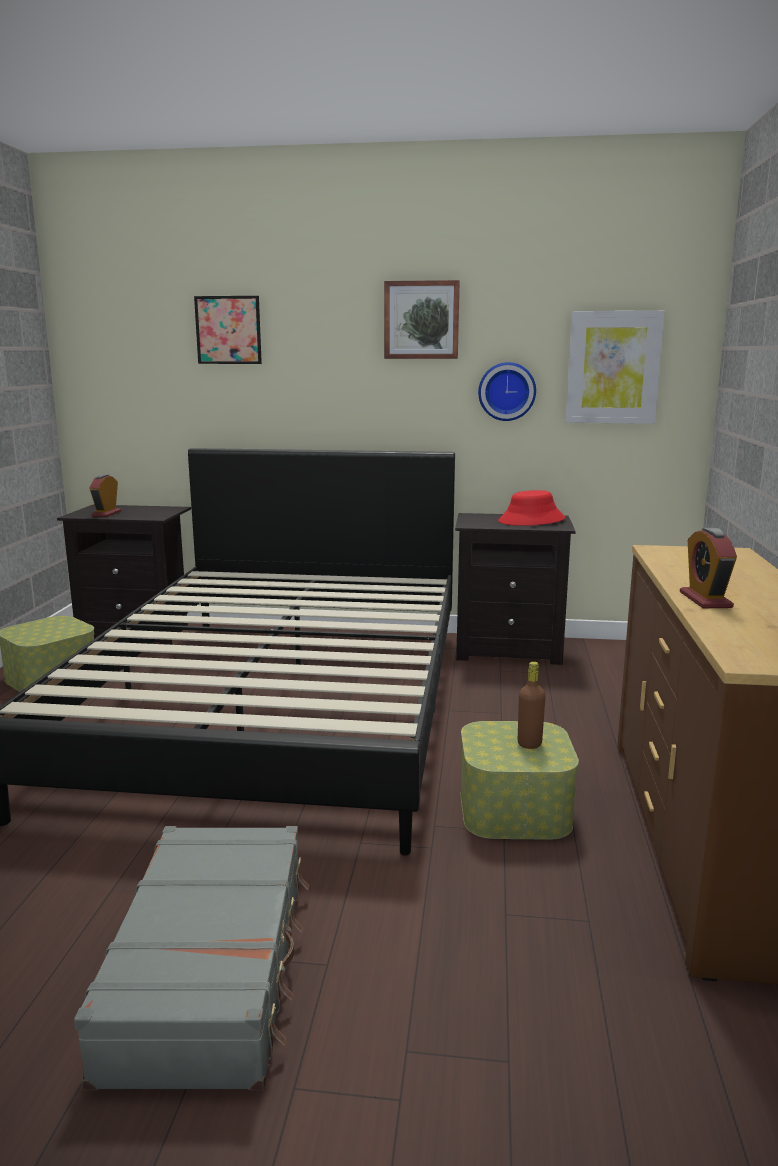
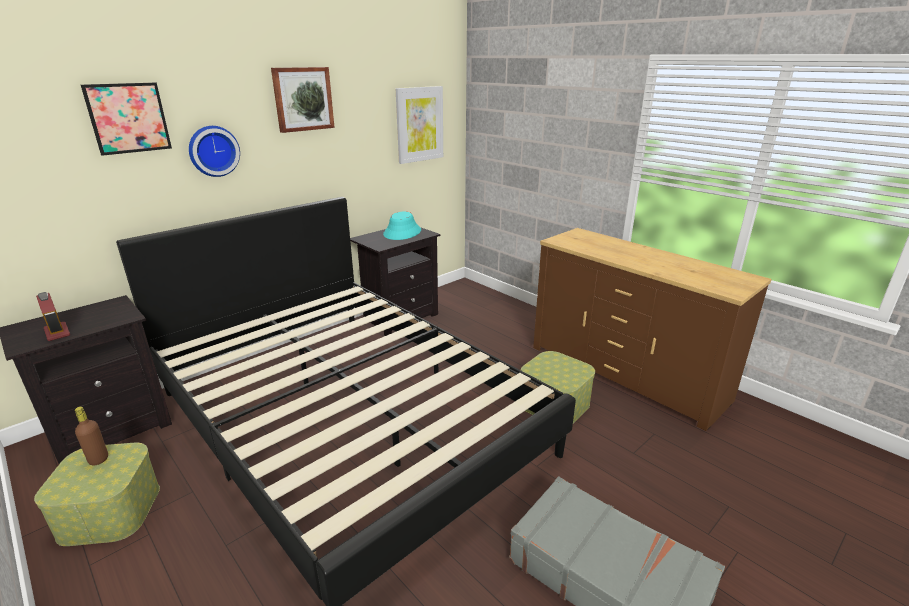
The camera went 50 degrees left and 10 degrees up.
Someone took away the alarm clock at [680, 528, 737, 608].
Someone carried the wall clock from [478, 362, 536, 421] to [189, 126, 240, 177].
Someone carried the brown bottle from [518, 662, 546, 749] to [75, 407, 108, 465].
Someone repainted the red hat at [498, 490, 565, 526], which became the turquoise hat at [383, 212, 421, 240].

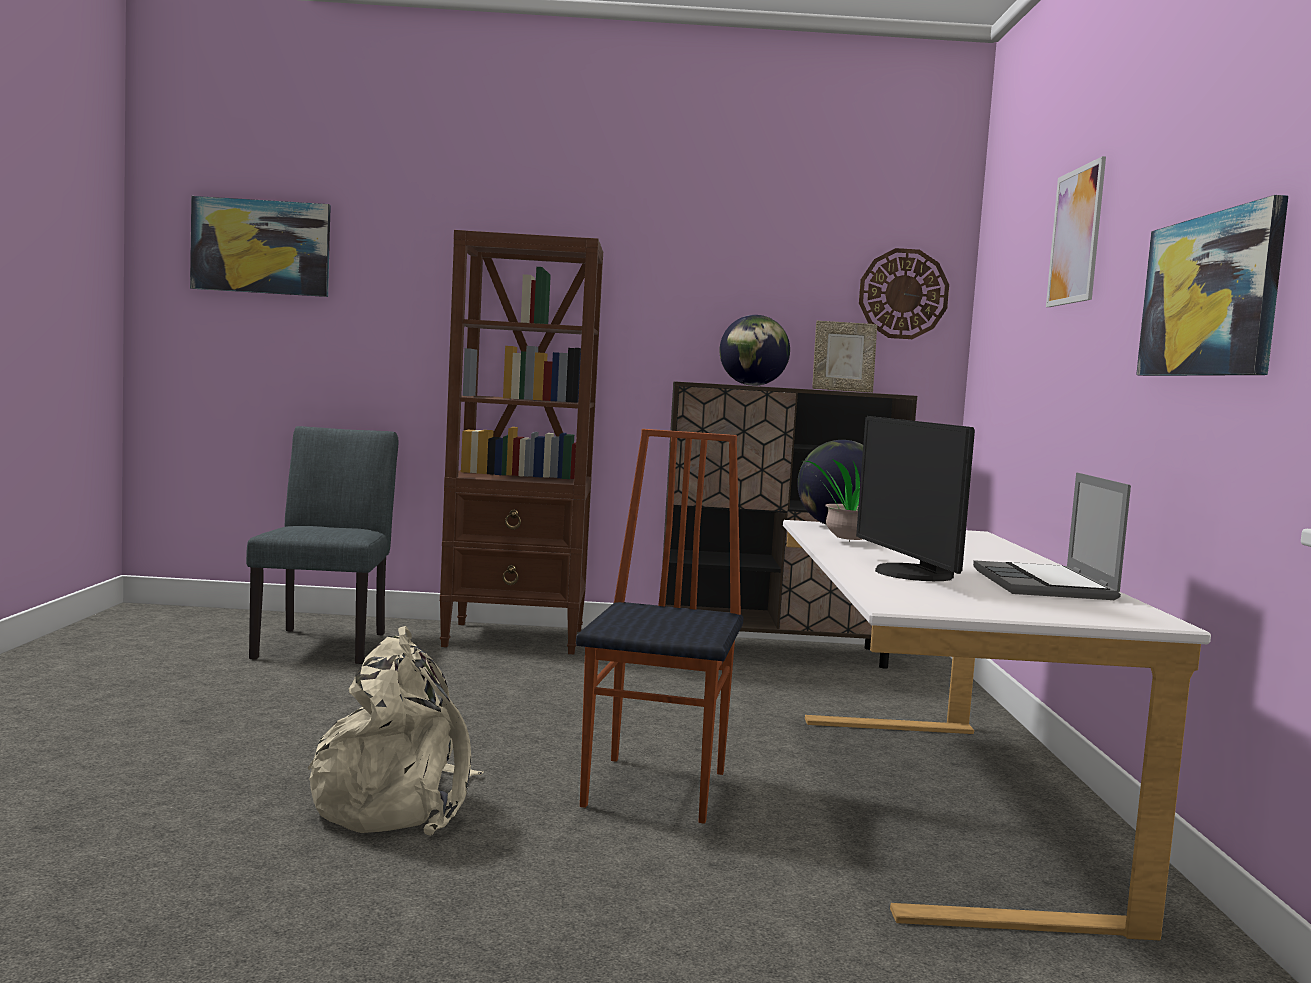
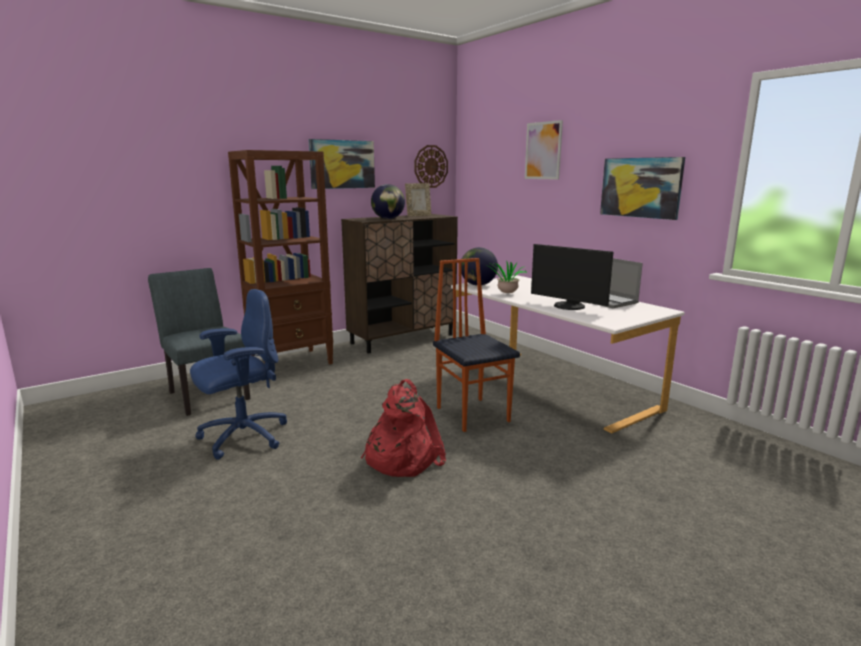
The camera went 35 degrees left and 10 degrees up.
Someone put down the blue office chair at [190, 289, 287, 460].
Someone carried the picture from [190, 196, 331, 297] to [309, 139, 375, 189].
Someone repainted the beige backpack at [308, 626, 484, 836], which became the red backpack at [361, 379, 446, 477].

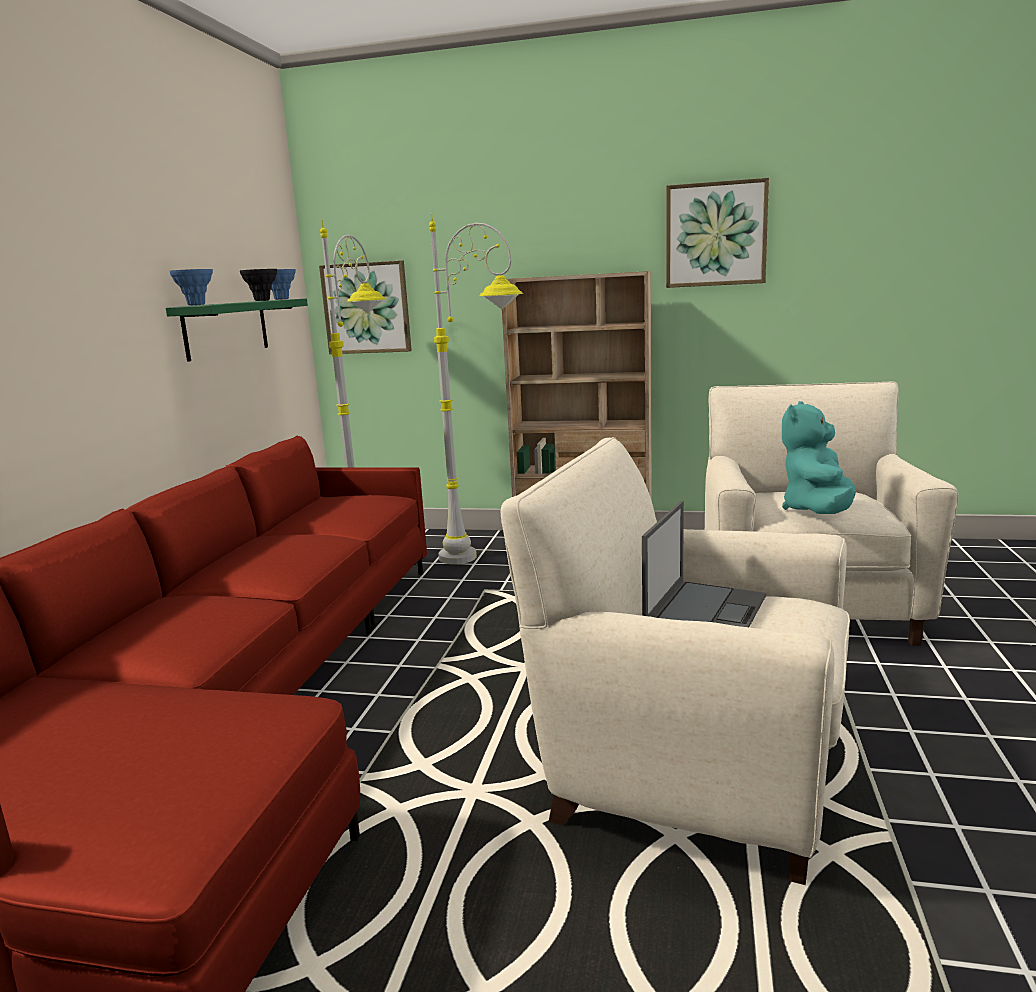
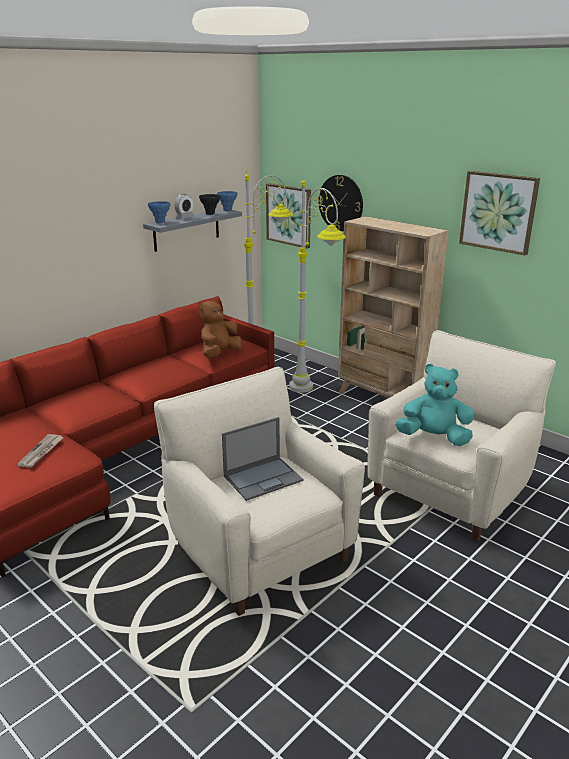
The camera went 30 degrees right and 10 degrees up.
Someone put down the newspaper at [17, 434, 64, 468].
Someone put down the alarm clock at [175, 194, 194, 219].
Someone put down the brown plush toy at [199, 299, 242, 358].
Someone put up the wall clock at [318, 175, 363, 231].
Someone repainted the green shelf at [166, 299, 308, 362], which became the grey shelf at [143, 209, 242, 252].
Someone rotated the turquoise plush toy at [782, 401, 856, 514] by 45 degrees clockwise.

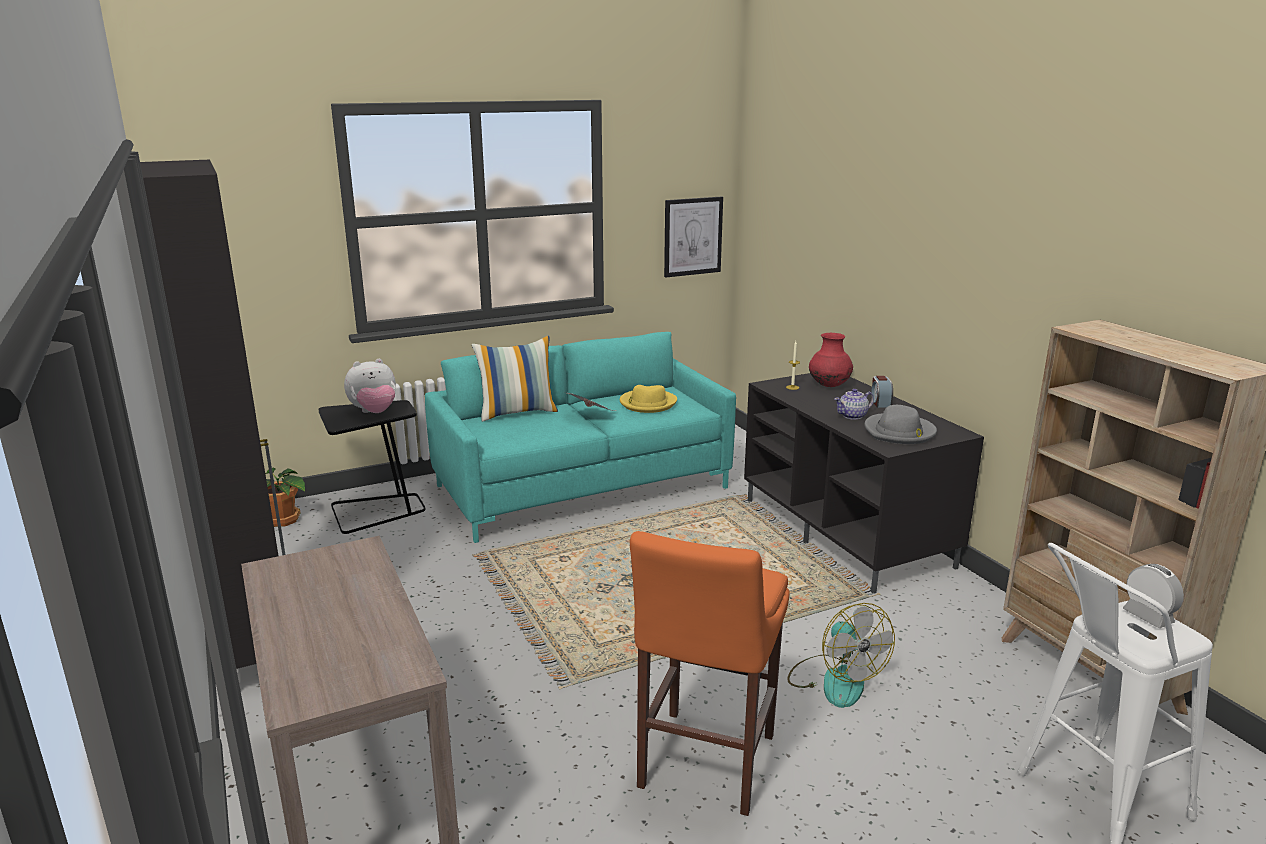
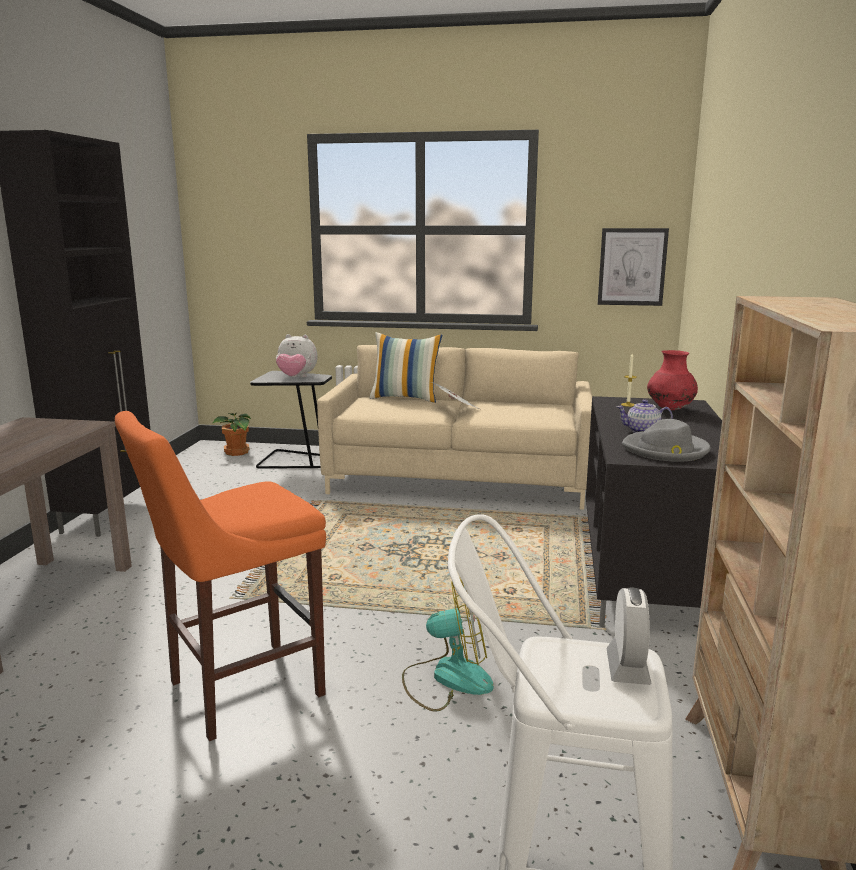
The camera went 35 degrees right and 5 degrees down.
Someone took away the yellow hat at [620, 385, 677, 413].
Someone took away the alarm clock at [871, 376, 893, 407].
Someone repainted the turquoise sofa at [425, 332, 736, 543], which became the beige sofa at [317, 345, 592, 510].
Someone rotated the fan at [787, 603, 895, 708] by 105 degrees counterclockwise.

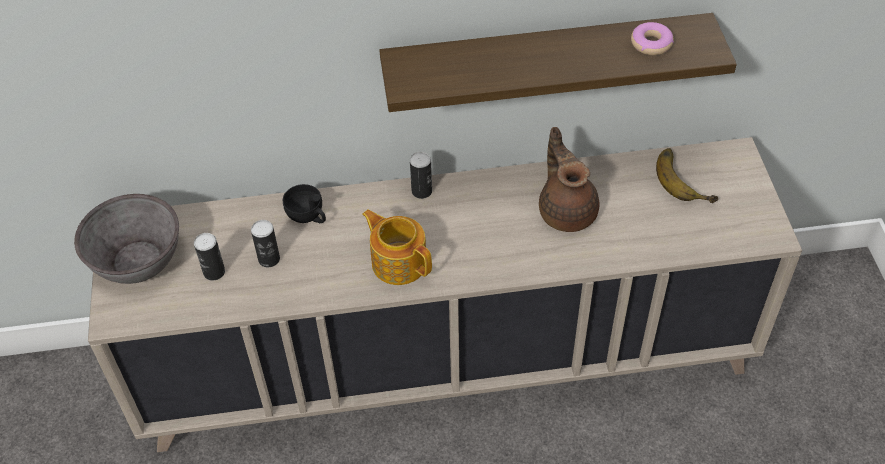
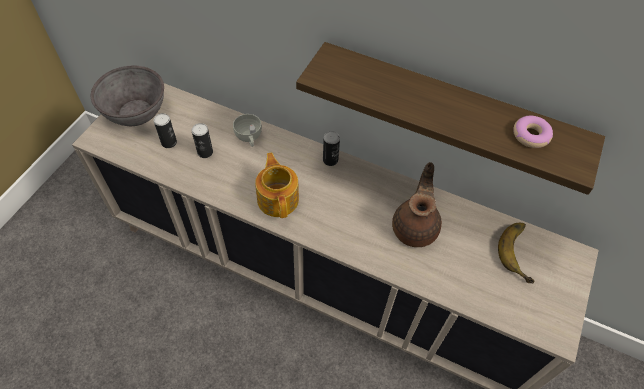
The camera went 30 degrees right and 5 degrees up.
Someone repainted the black cup at [283, 184, 326, 223], which became the white cup at [233, 114, 262, 147].

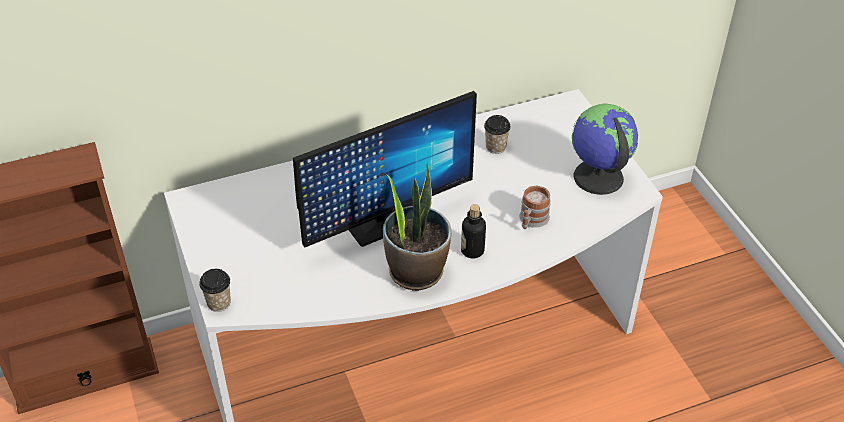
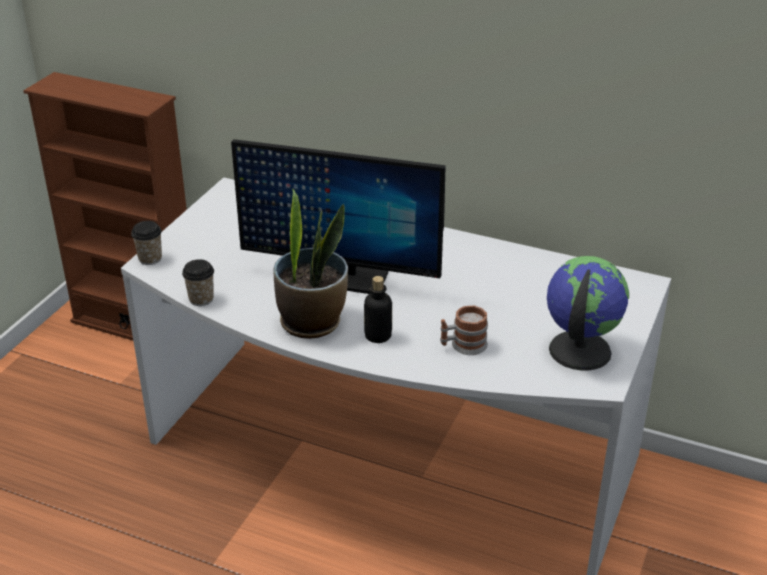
The camera went 45 degrees right and 10 degrees down.
Someone carried the cup from [484, 115, 511, 154] to [182, 259, 214, 306].

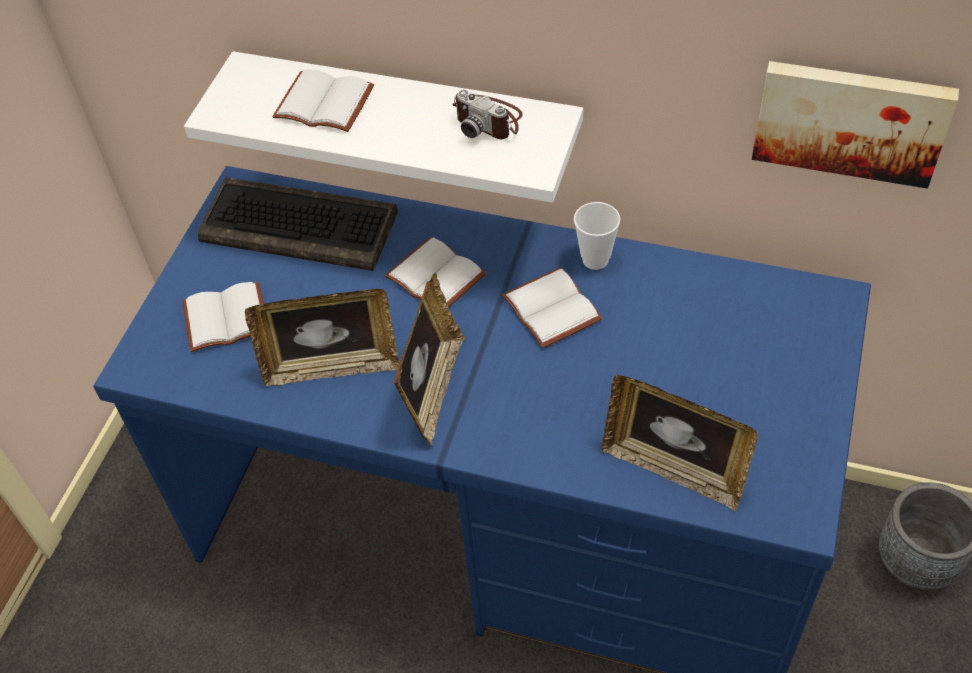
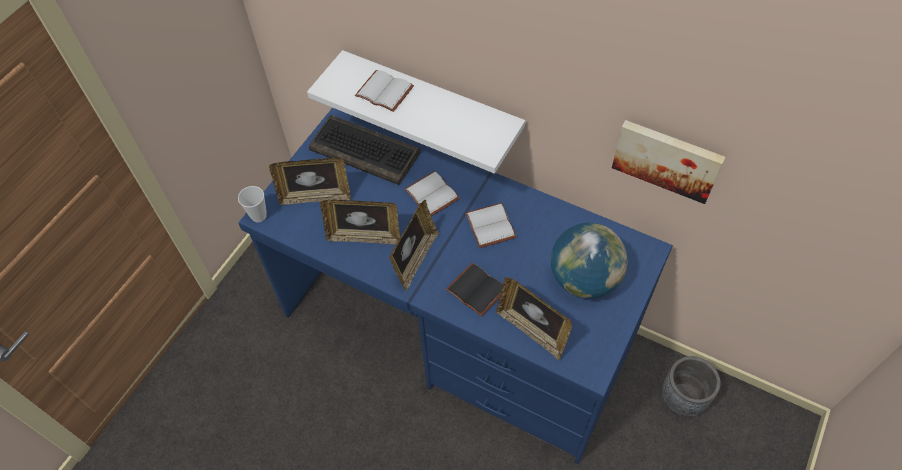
The camera went 10 degrees right and 5 degrees up.
Someone took away the photo camera at [452, 90, 522, 139].
Someone put down the black book at [446, 263, 503, 316].
Someone put down the globe at [551, 223, 628, 298].
Someone carried the cup from [574, 202, 620, 270] to [238, 186, 266, 222].
Someone swapped the white book at [183, 282, 264, 352] for the picture frame at [269, 158, 351, 205].

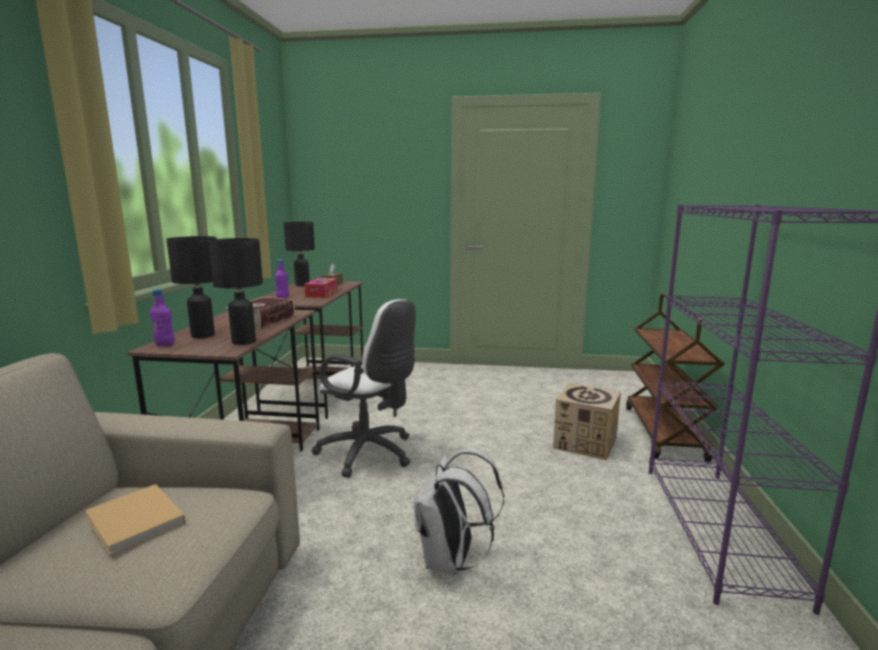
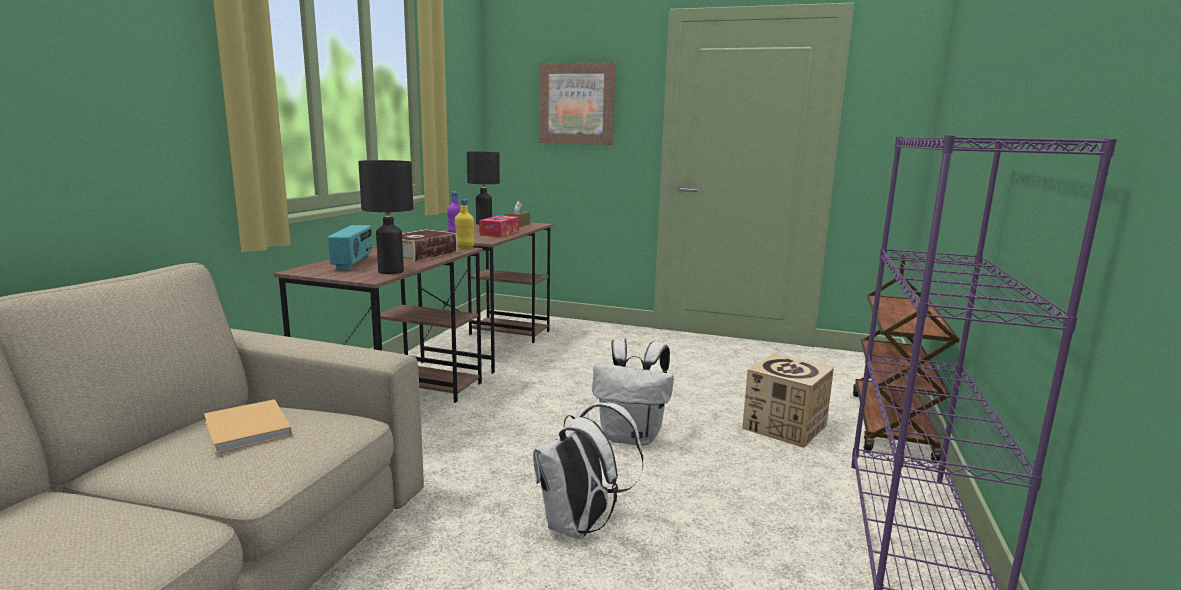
The camera went 10 degrees right and 0 degrees up.
Someone took away the purple bottle at [150, 289, 175, 346].
Someone took away the white office chair at [312, 299, 416, 478].
Someone put down the yellow bottle at [455, 199, 475, 249].
Someone put up the picture at [539, 63, 616, 145].
Someone put down the white backpack at [592, 338, 674, 446].
Someone swapped the black table lamp at [166, 236, 217, 338] for the radio at [327, 225, 372, 270].

